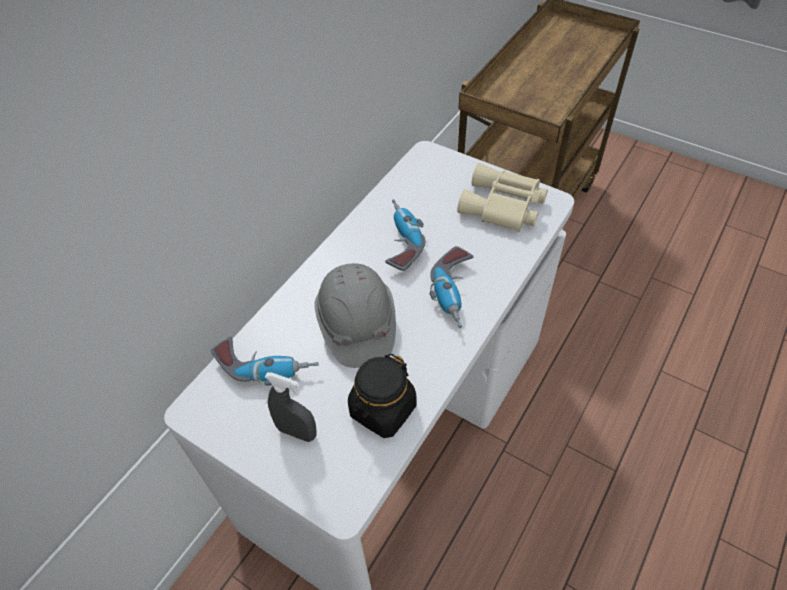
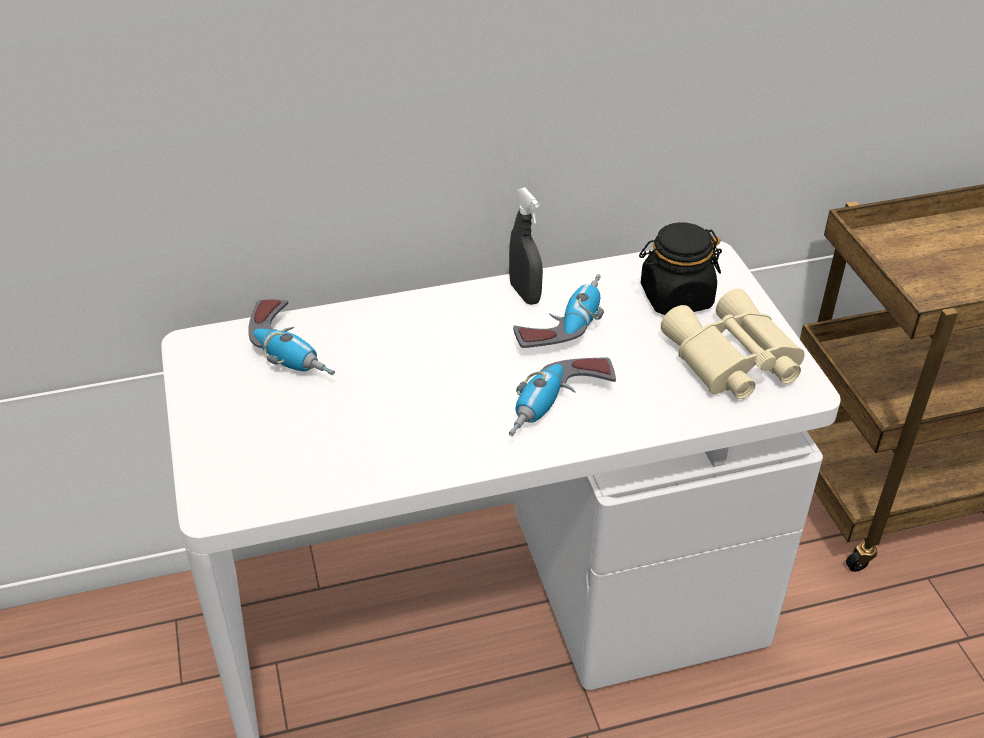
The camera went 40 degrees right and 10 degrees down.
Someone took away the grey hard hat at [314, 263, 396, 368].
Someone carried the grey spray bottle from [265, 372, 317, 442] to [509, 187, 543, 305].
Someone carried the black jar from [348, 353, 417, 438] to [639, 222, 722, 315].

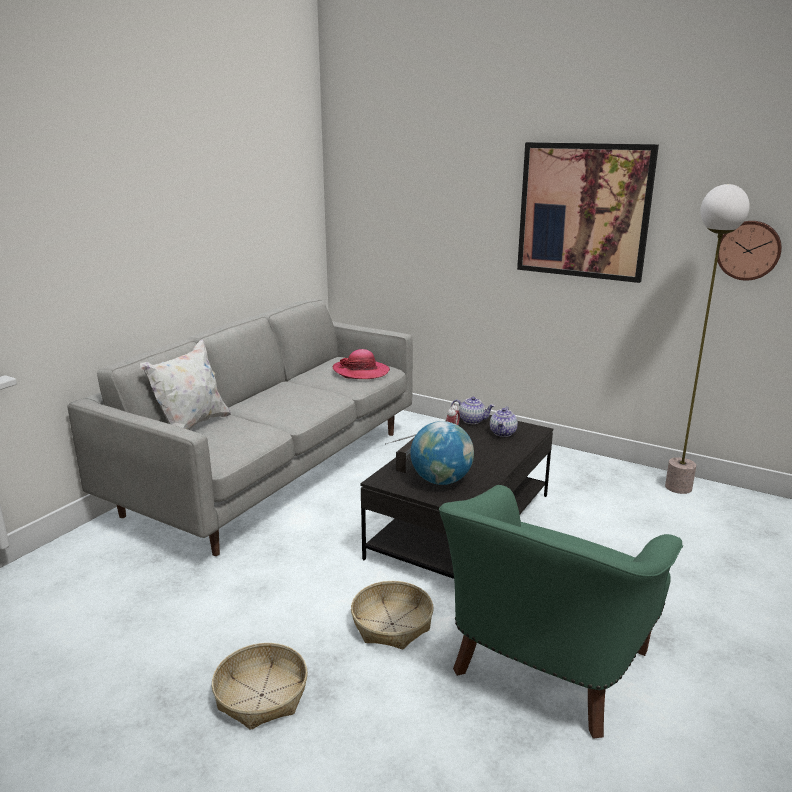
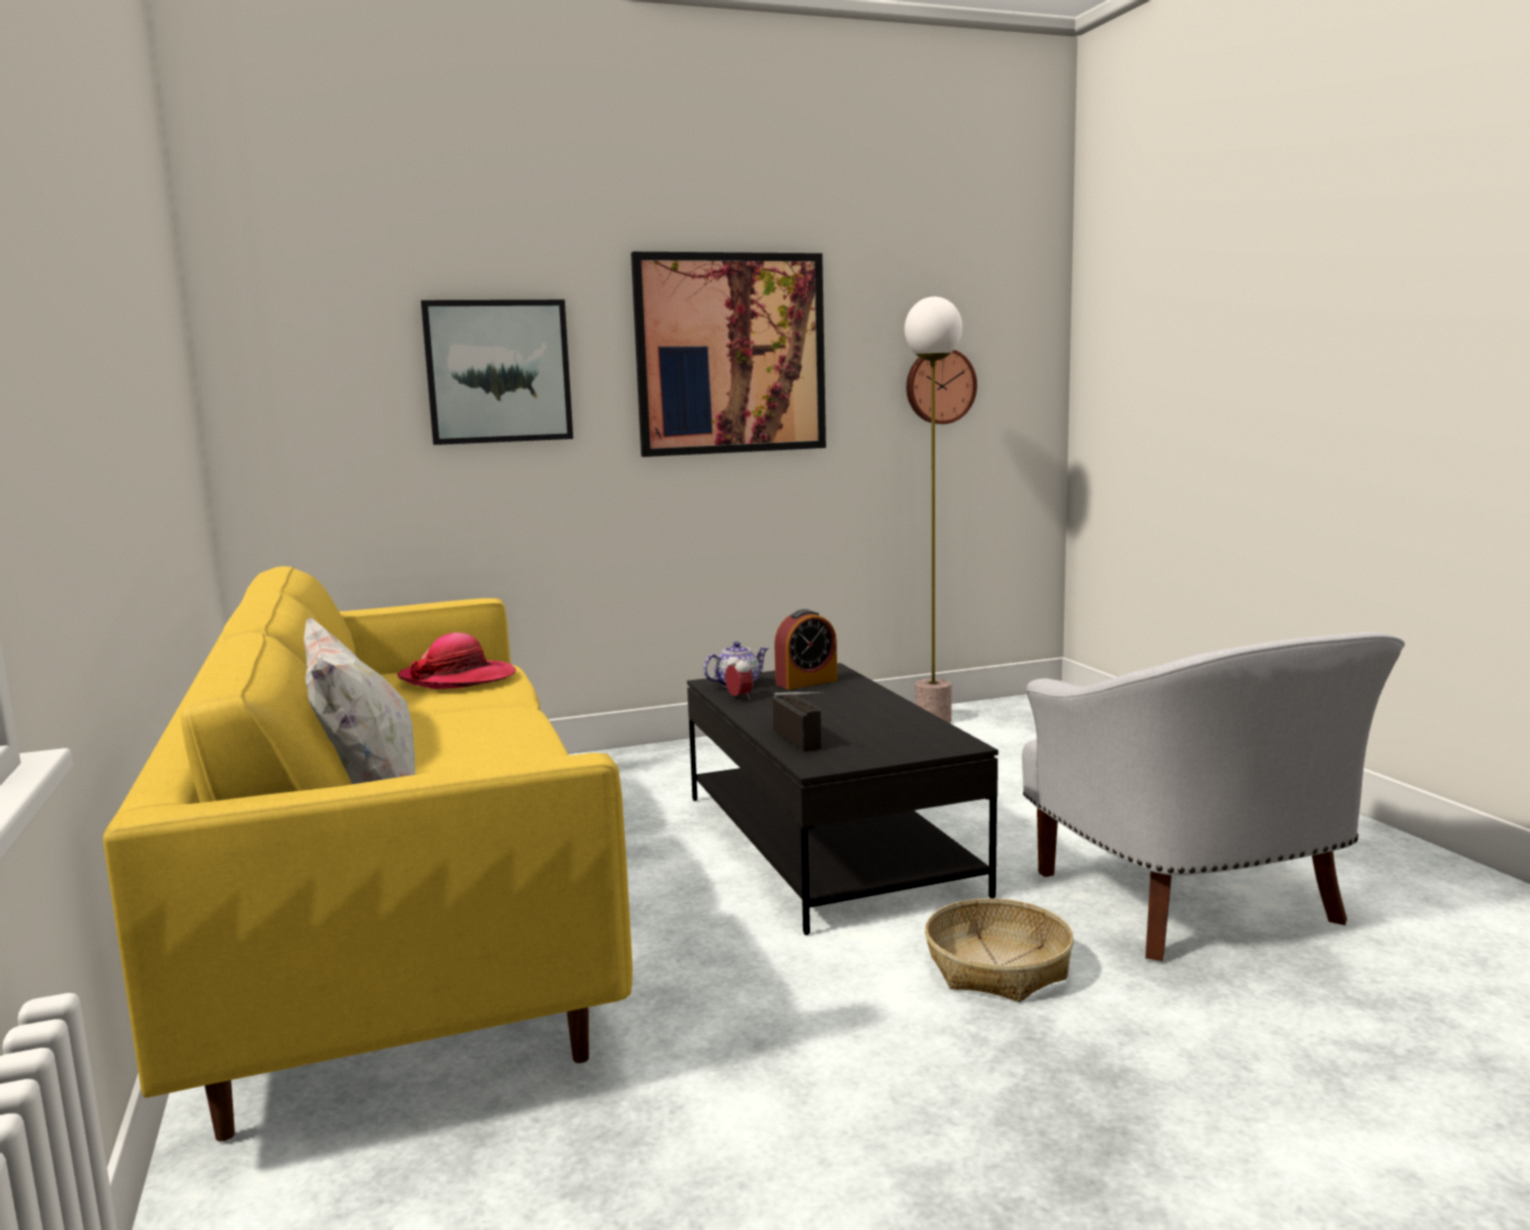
The camera went 50 degrees left and 10 degrees down.
Someone took away the basket at [212, 643, 308, 730].
Someone took away the globe at [410, 421, 474, 485].
Someone put up the picture at [421, 300, 573, 445].
Someone swapped the teapot at [490, 406, 518, 437] for the alarm clock at [774, 609, 837, 690].
Someone repainted the grey sofa at [67, 299, 413, 556], which became the yellow sofa at [103, 566, 633, 1142].
Someone repainted the green armchair at [439, 485, 683, 739], which became the white armchair at [1022, 632, 1405, 961].

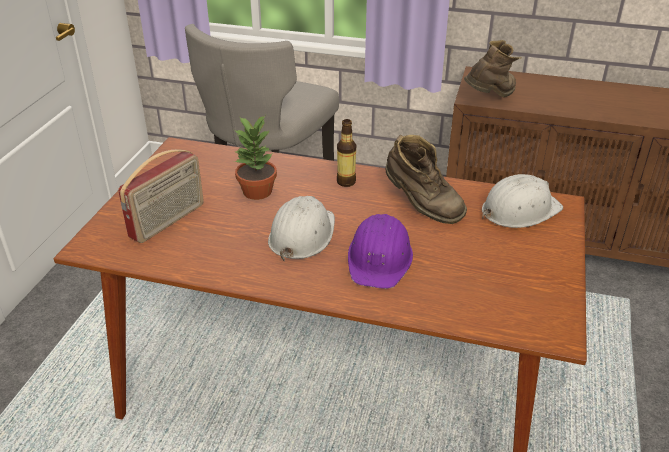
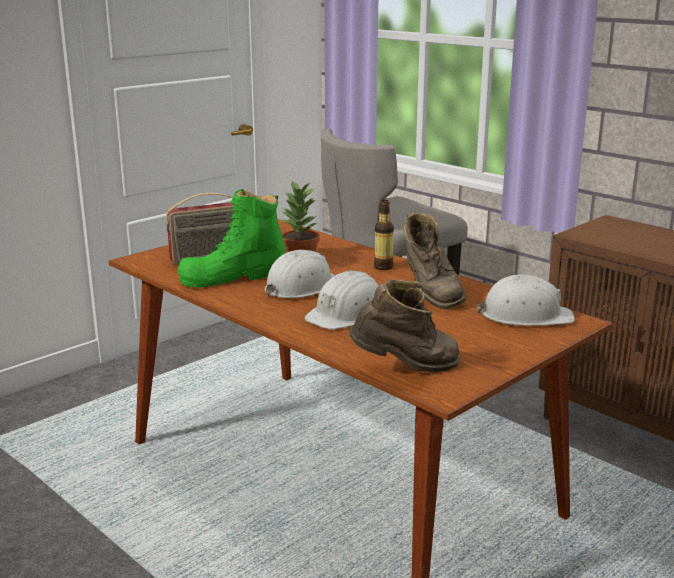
The camera went 30 degrees right and 15 degrees down.
Someone put down the green boot at [178, 189, 285, 288].
Someone carried the brown boot from [464, 40, 522, 97] to [349, 279, 461, 372].
Someone repainted the purple hard hat at [348, 214, 413, 289], which became the white hard hat at [304, 270, 378, 329].

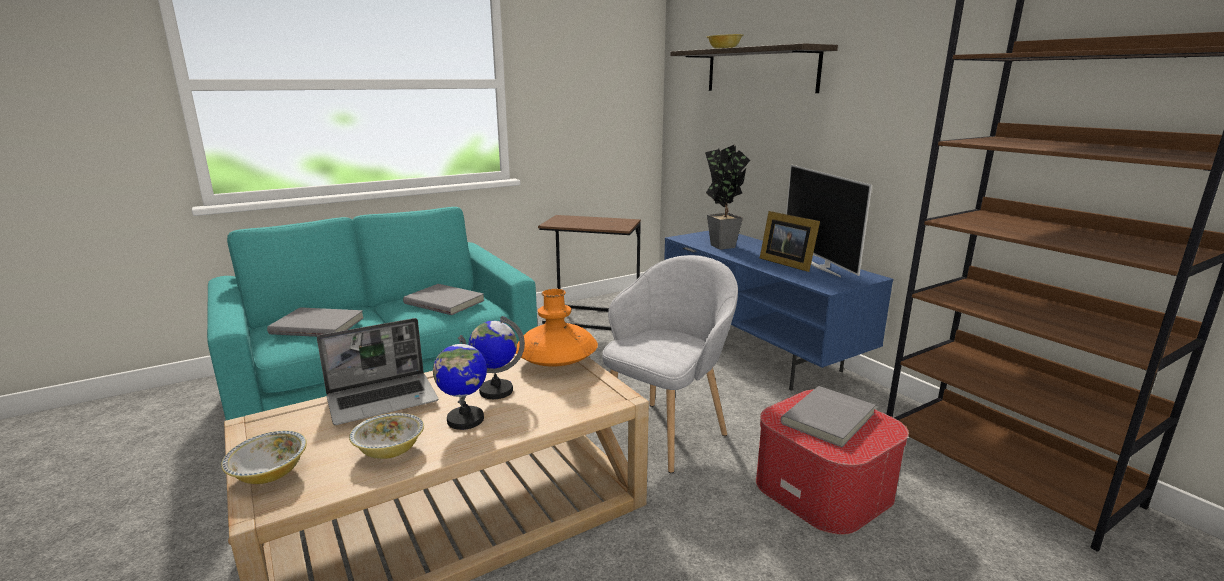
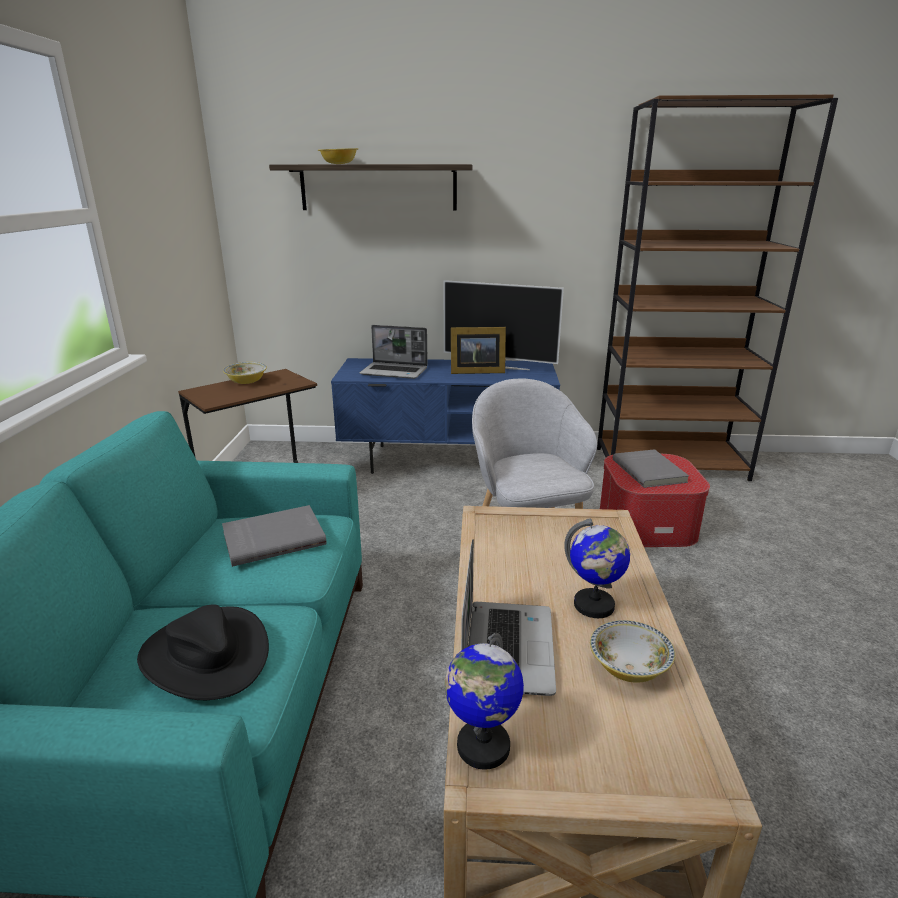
The camera went 55 degrees left and 5 degrees up.
Someone took away the orange vase at [516, 289, 598, 367].
Someone carried the bowl from [221, 431, 307, 484] to [223, 362, 267, 384].
Someone carried the globe from [469, 316, 525, 399] to [445, 633, 524, 770].
Someone swapped the grey book at [267, 307, 364, 337] for the black hat at [137, 604, 269, 700].
Someone swapped the potted plant at [705, 145, 750, 249] for the laptop at [359, 325, 428, 379].

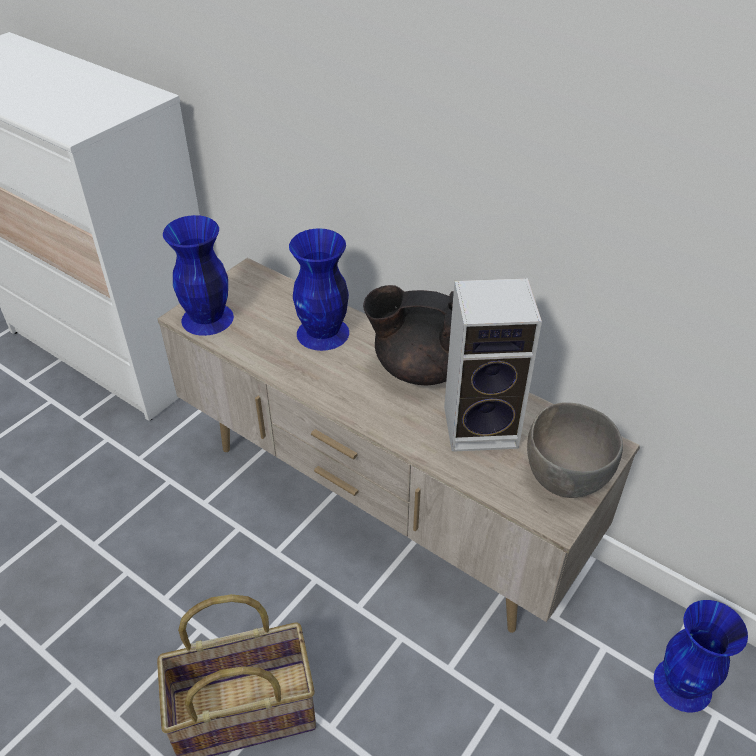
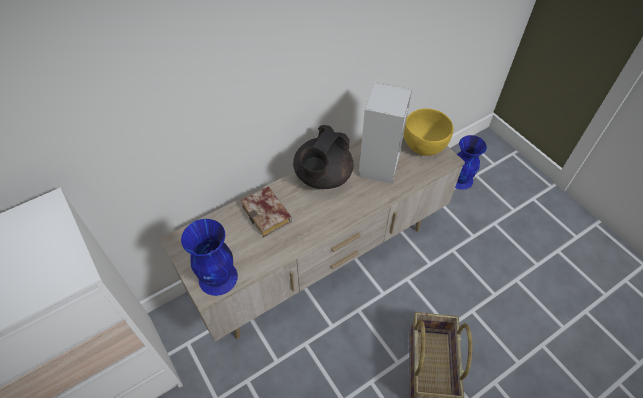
The camera went 70 degrees left and 10 degrees up.
Someone swapped the blue vase at [289, 229, 349, 351] for the book at [241, 186, 292, 237].
Someone repainted the grey bowl at [527, 402, 623, 498], which became the yellow bowl at [404, 108, 453, 156].

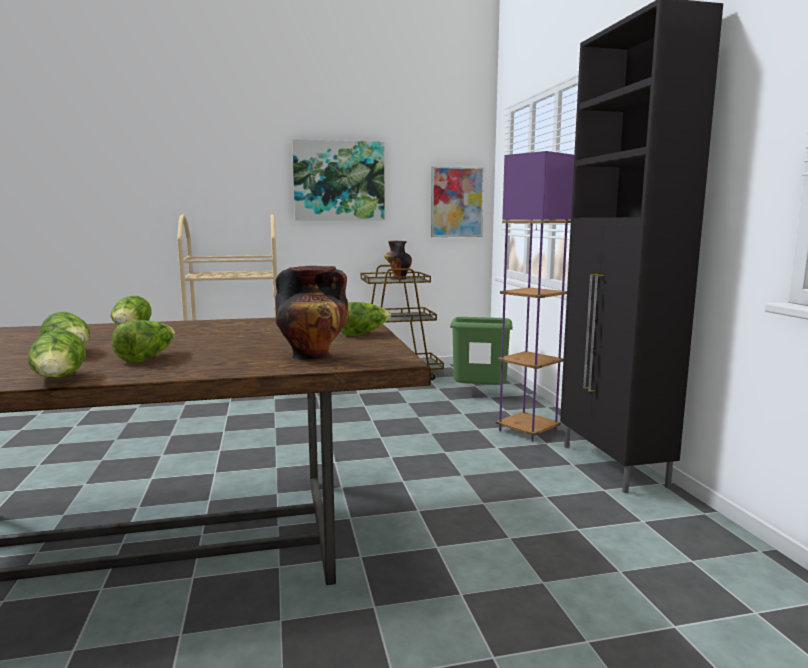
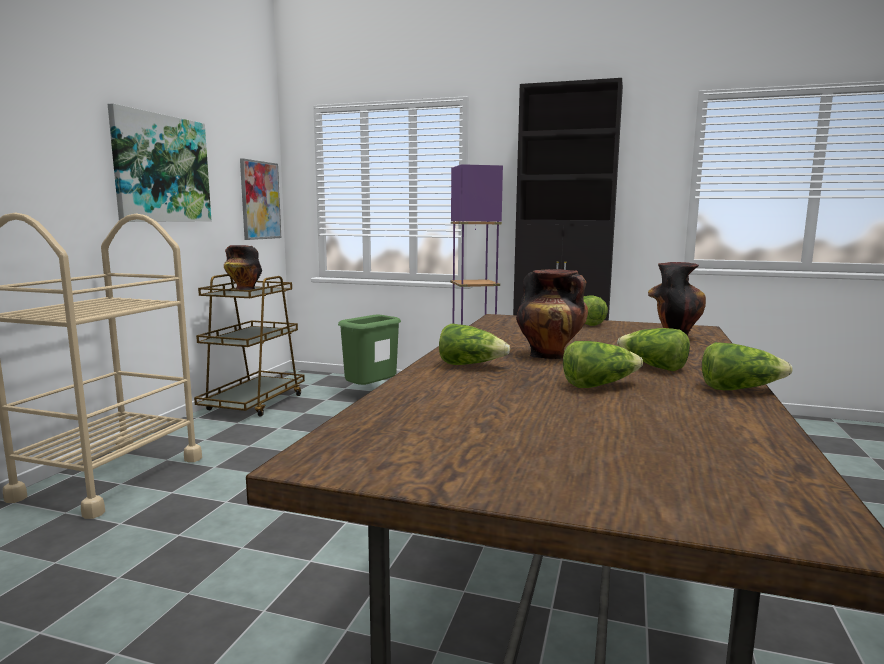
The camera went 60 degrees left and 0 degrees up.
Someone put down the vase at [516, 269, 588, 359].

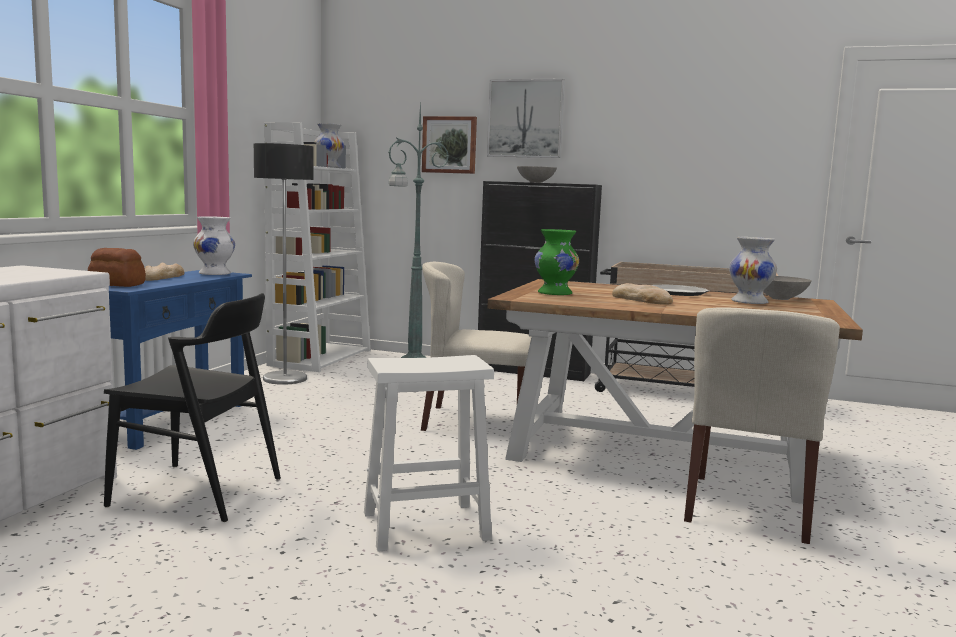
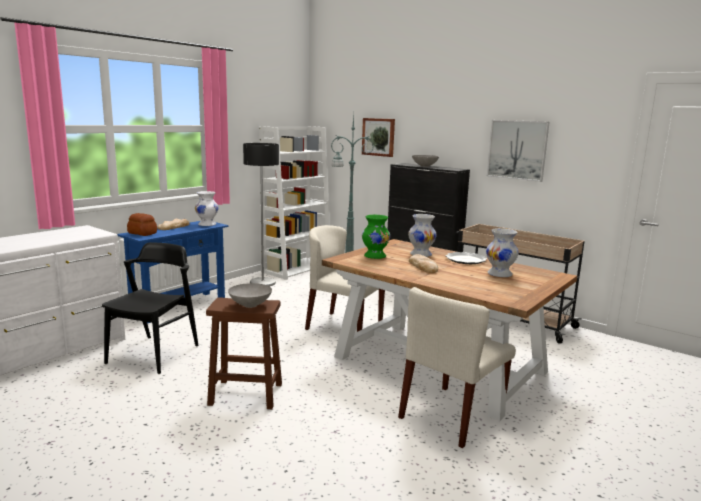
The camera went 20 degrees right and 5 degrees up.
Someone carried the white vase from [315, 123, 344, 168] to [408, 214, 437, 257].
Someone carried the picture from [487, 79, 565, 158] to [487, 120, 550, 182].
Someone carried the grey bowl from [763, 276, 812, 300] to [228, 283, 272, 308].
Someone repainted the white stool at [364, 355, 494, 552], which became the brown stool at [206, 297, 282, 409].
Someone rotated the black chair at [104, 293, 281, 522] by 105 degrees counterclockwise.

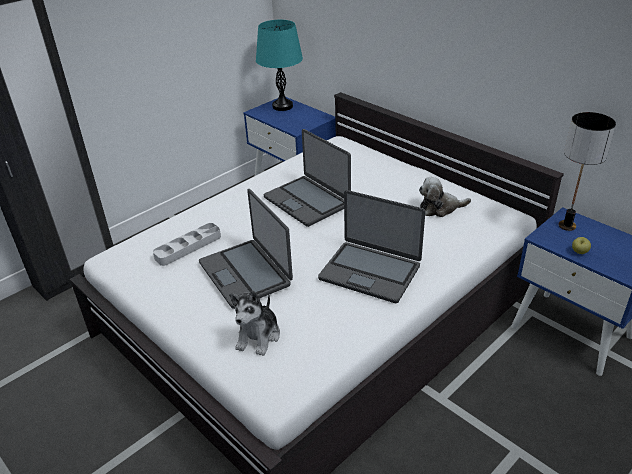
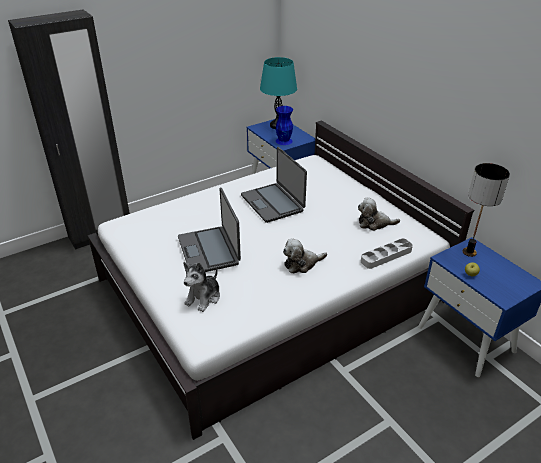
The camera went 10 degrees right and 0 degrees up.
Someone put down the blue vase at [276, 106, 293, 145].
Someone carried the grey tray from [153, 223, 221, 266] to [361, 238, 413, 269].
Someone swapped the laptop at [318, 190, 425, 303] for the plush toy at [283, 238, 327, 273].

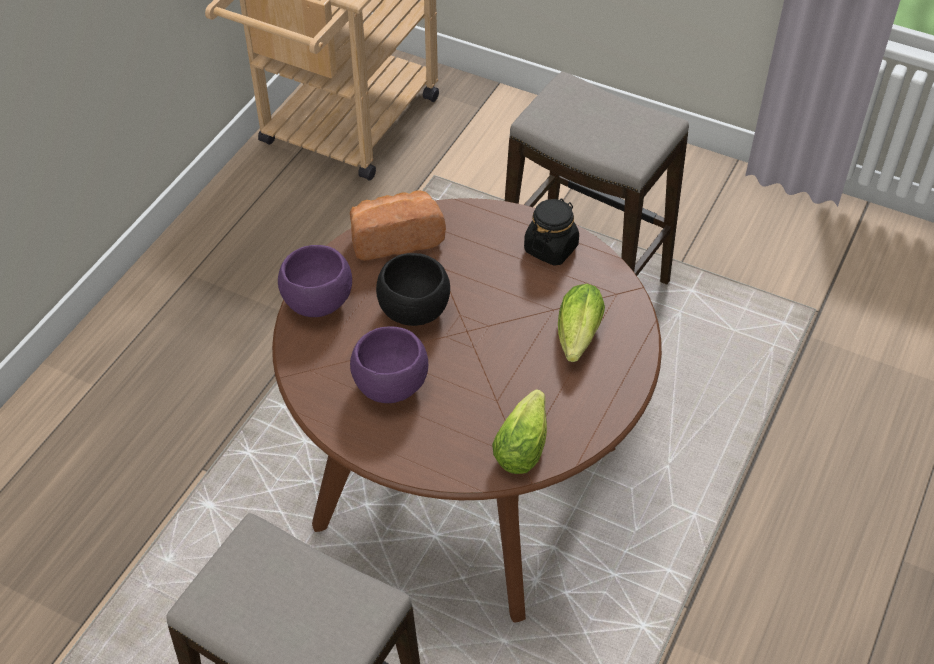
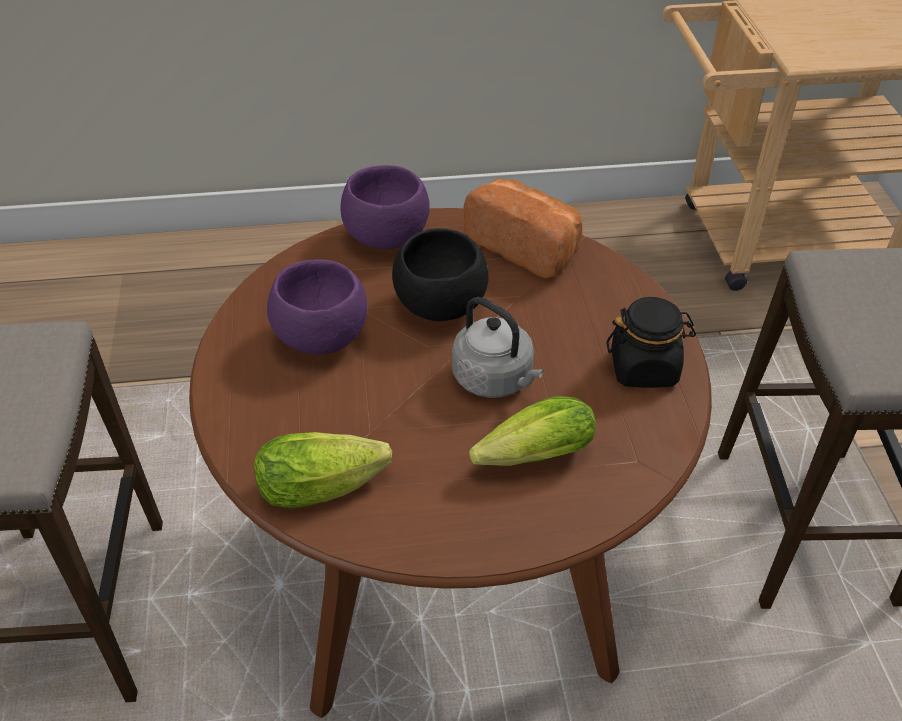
The camera went 55 degrees right and 5 degrees down.
Someone put down the grey kettle at [452, 297, 544, 398].

